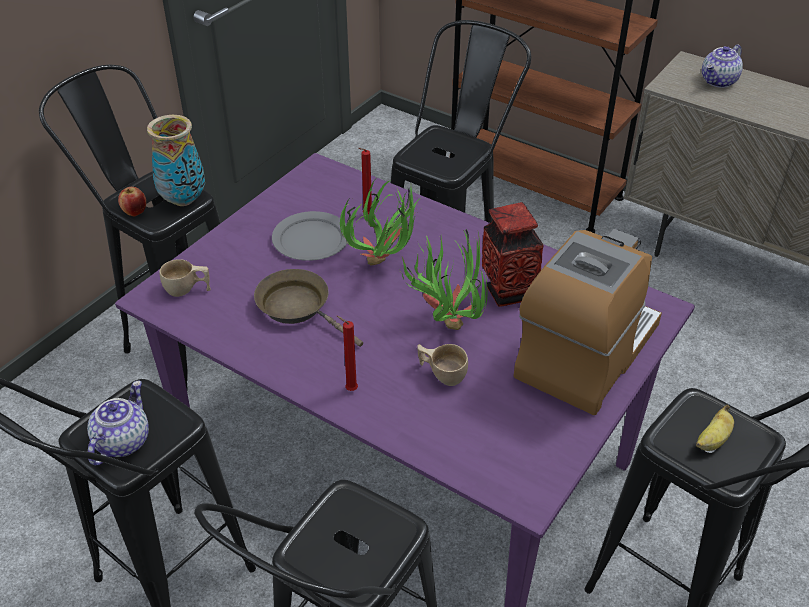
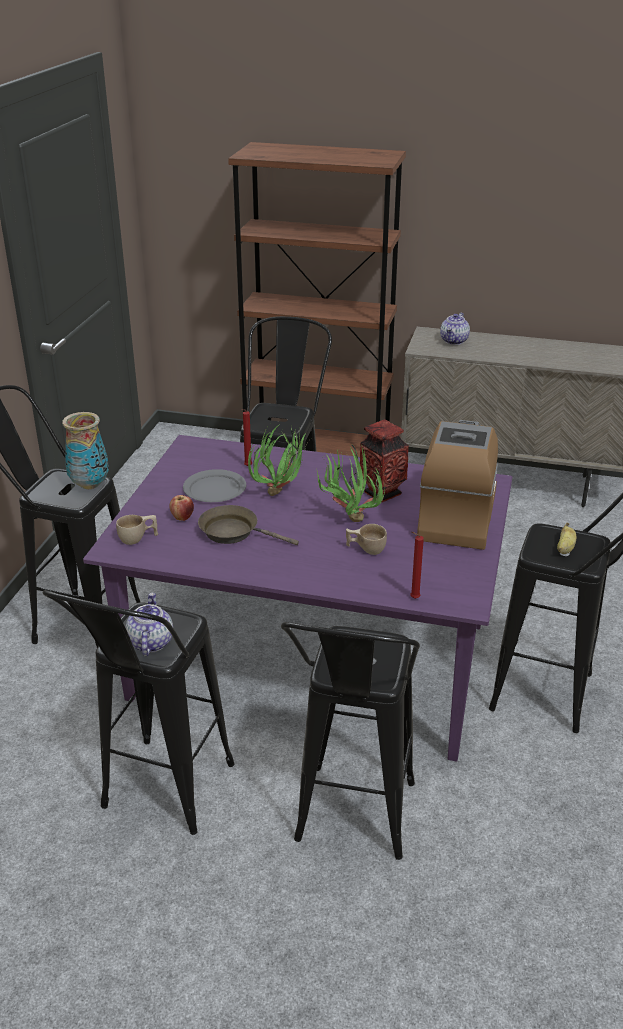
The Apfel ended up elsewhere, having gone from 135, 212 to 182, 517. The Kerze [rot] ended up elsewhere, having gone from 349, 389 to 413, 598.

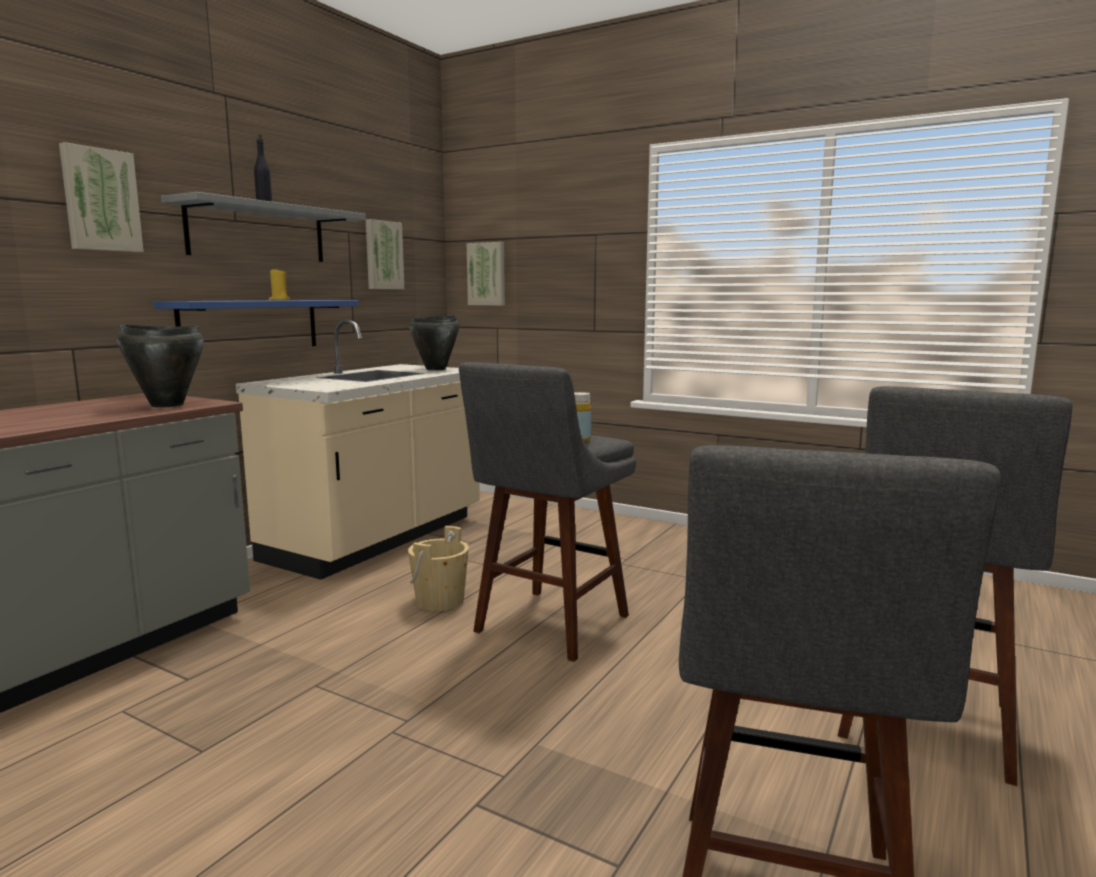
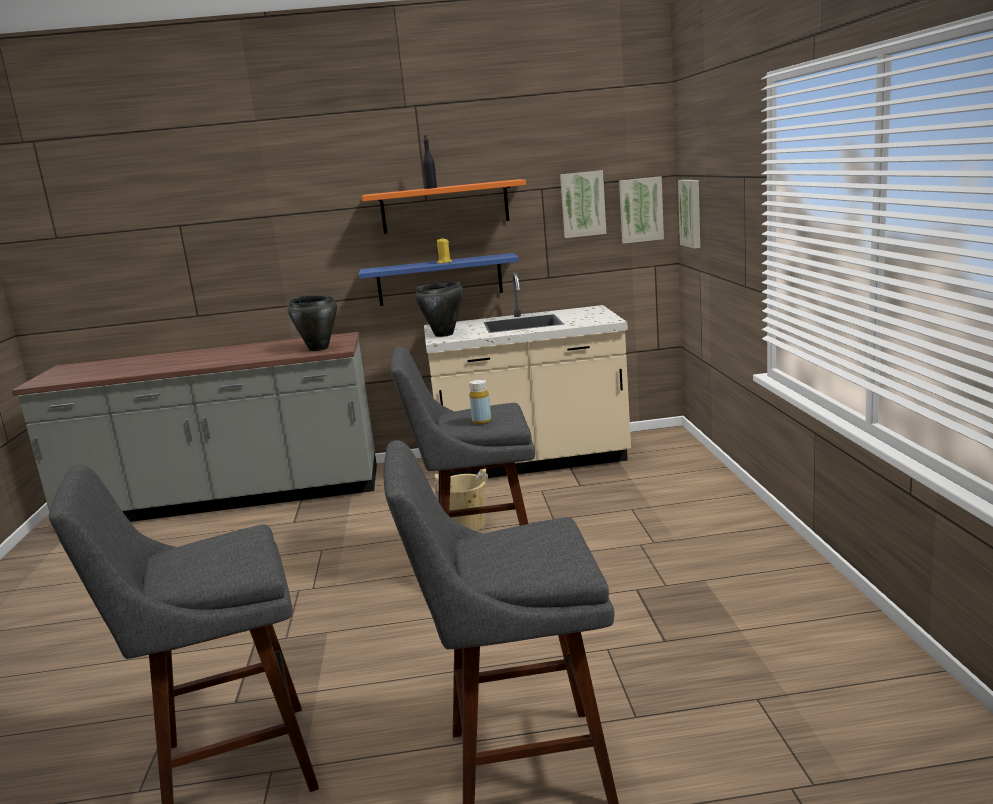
The Bild ended up elsewhere, having gone from 100, 200 to 640, 210. The Kochtopf [schwarz] ended up elsewhere, having gone from 436, 369 to 444, 334. What was the Wandregal [grau] at 258, 233 turned into the Wandregal [orange] at 444, 207.

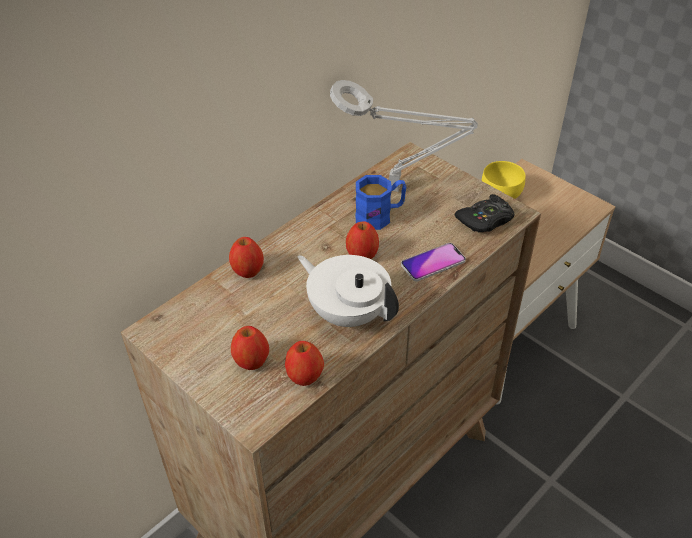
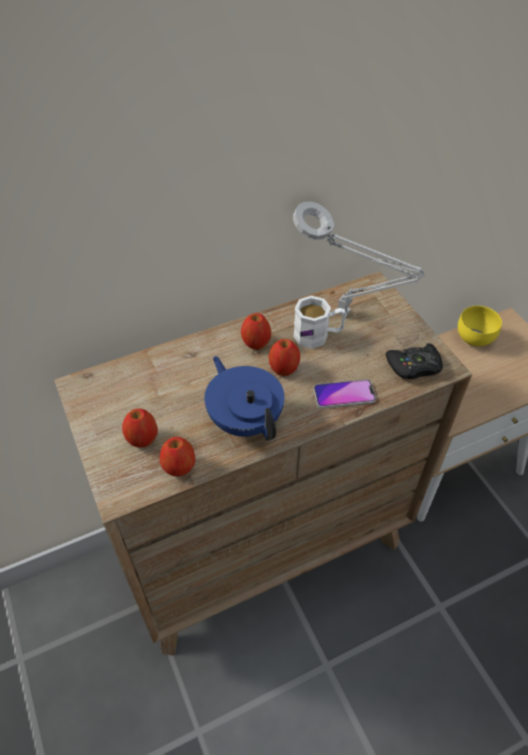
The Apfel ended up elsewhere, having gone from 248, 271 to 256, 343. What was the Teekanne [weiß] at 348, 312 turned into the Teekanne [blau] at 245, 419. What was the Henkelbecher [blau] at 380, 215 turned into the Henkelbecher [weiß] at 318, 335.

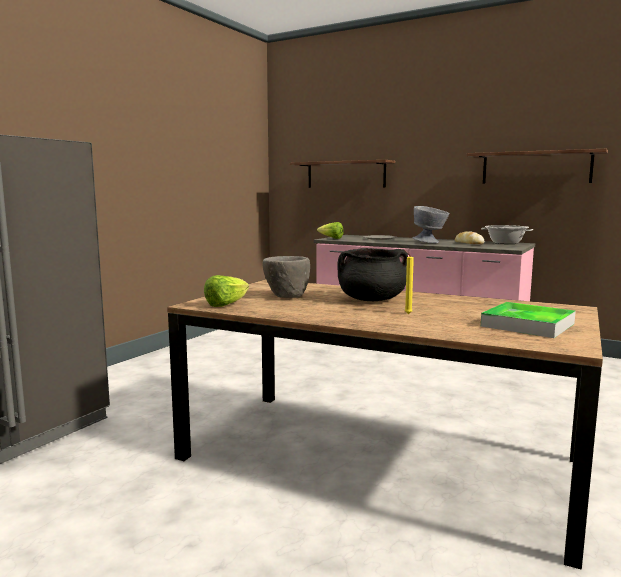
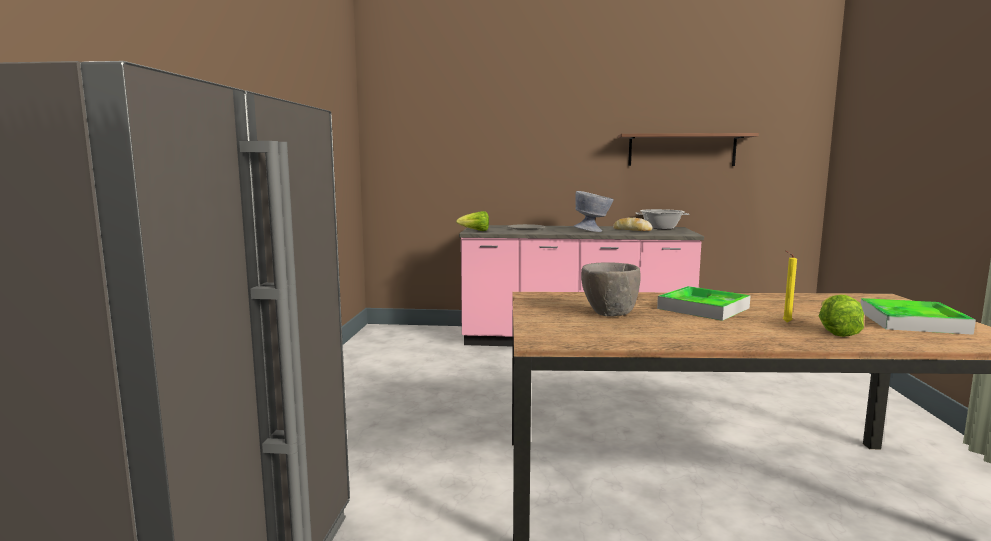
The second view lost the Wandregal at 345, 174. The Salatkopf ended up elsewhere, having gone from 226, 305 to 835, 331. Where the Kochtopf [schwarz] stood at 372, 300, the Tablett came to stand at 703, 308.

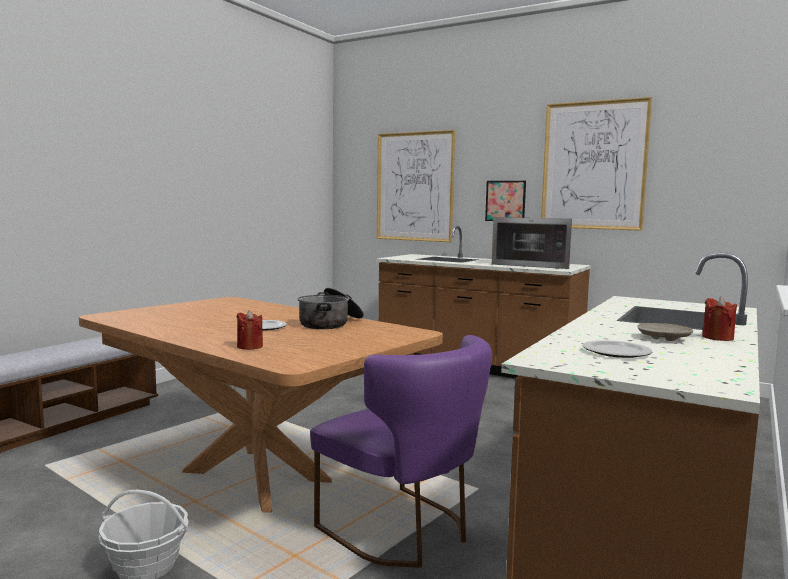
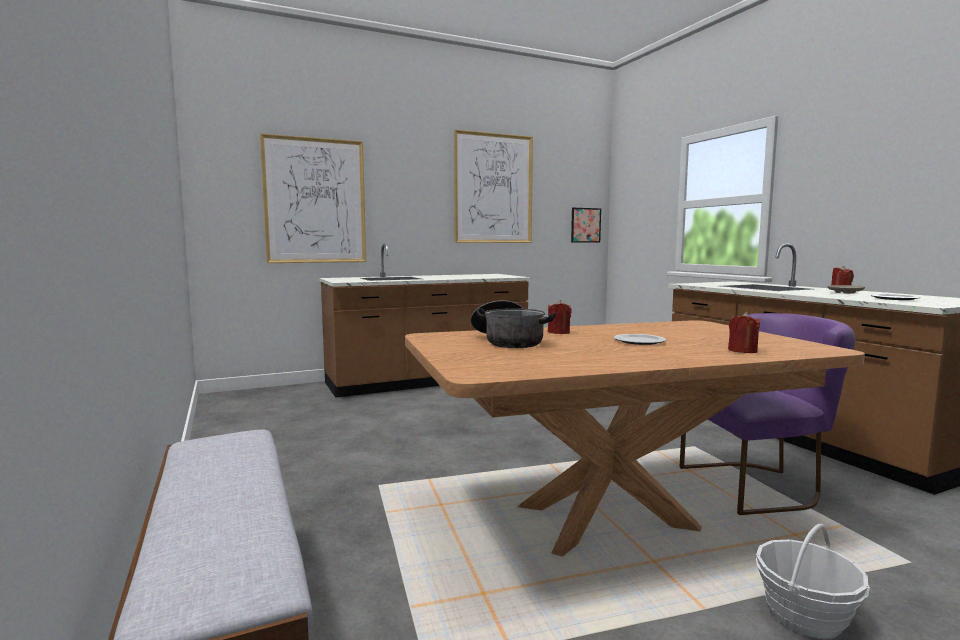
The second view lost the Mikrowelle at 534, 265. The second view gained the Kerze [rot] at 558, 332. The Kochtopf ended up elsewhere, having gone from 331, 323 to 508, 341. The Bild ended up elsewhere, having gone from 505, 201 to 585, 225.

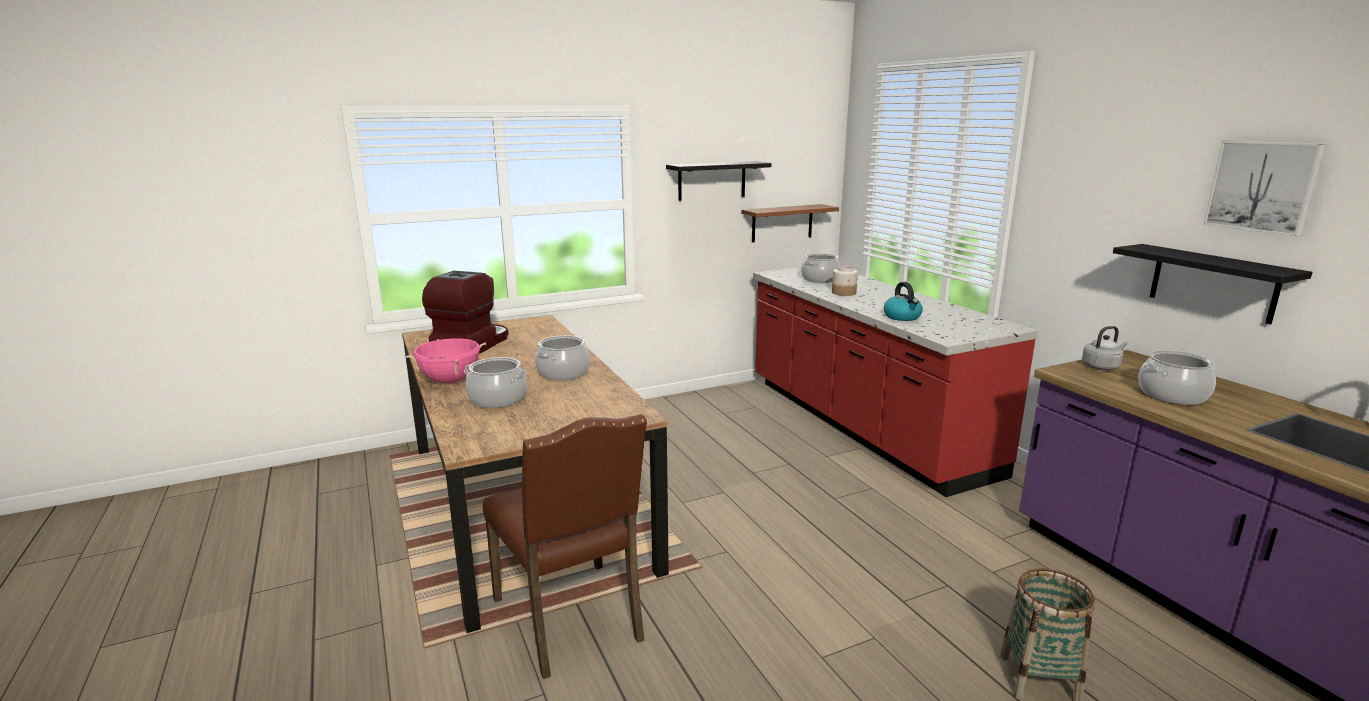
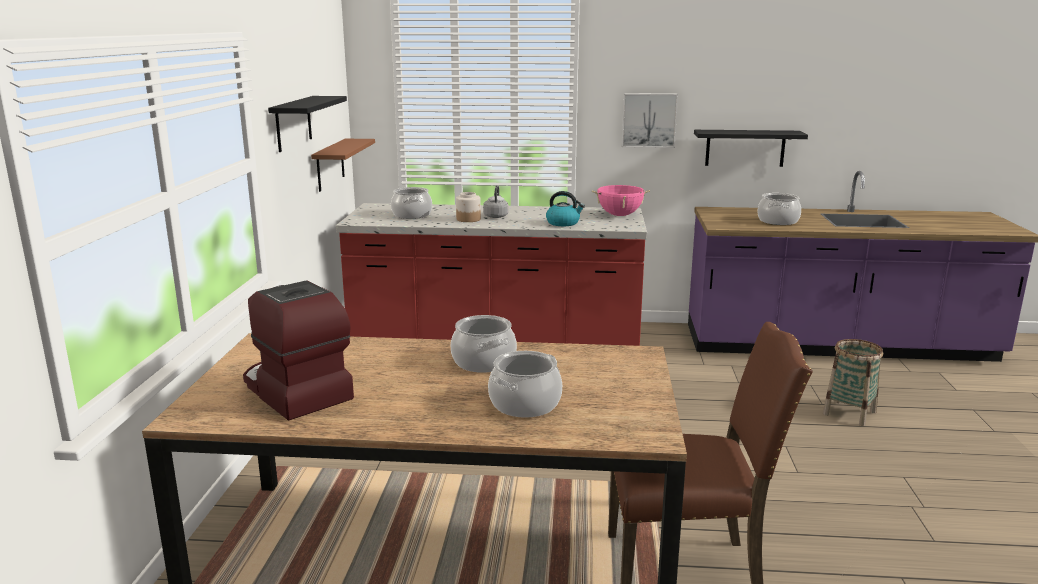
The Kochtopf [rosa] ended up elsewhere, having gone from 450, 381 to 620, 215. The Wasserkessel [grau] ended up elsewhere, having gone from 1102, 367 to 496, 216. The Bild ended up elsewhere, having gone from 1264, 186 to 649, 120.

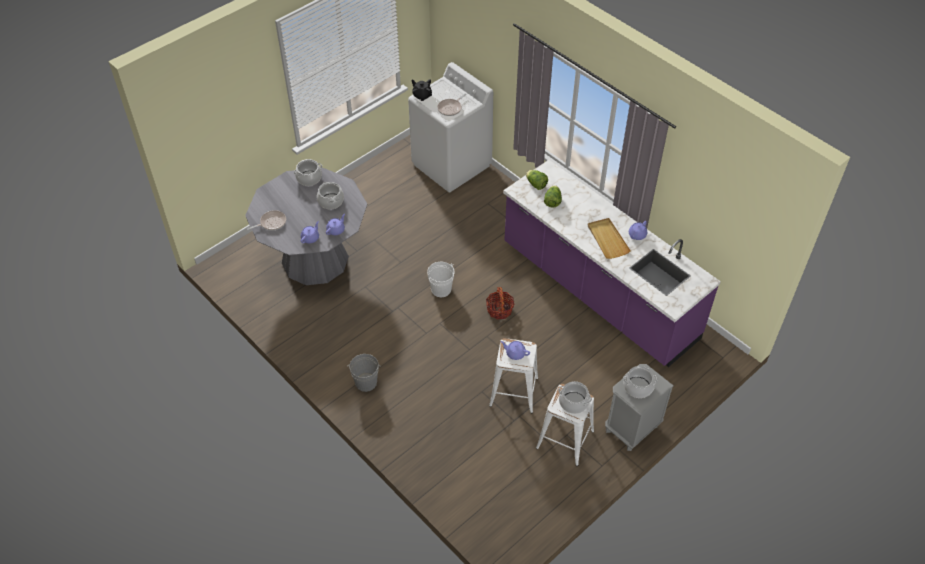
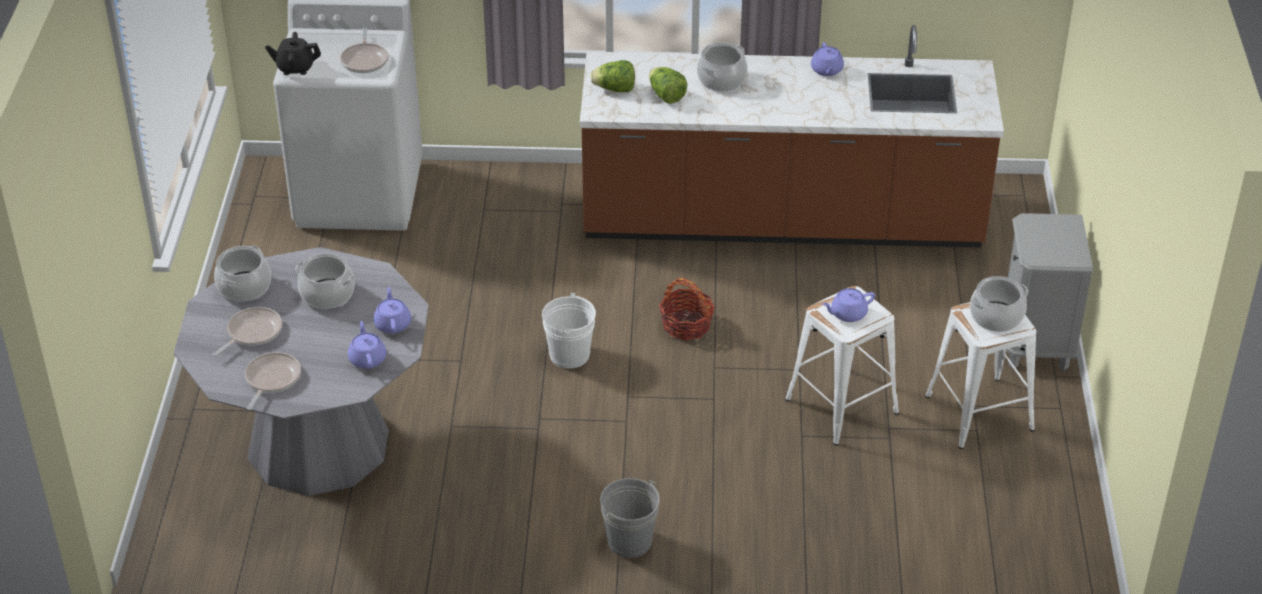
The second view lost the Tablett [beige] at 607, 239. The second view gained the Pfanne at 252, 333. The Kochtopf ended up elsewhere, having gone from 638, 387 to 721, 79. What was the Küchenzeile [lila] at 598, 292 turned into the Küchenzeile [braun] at 782, 221.

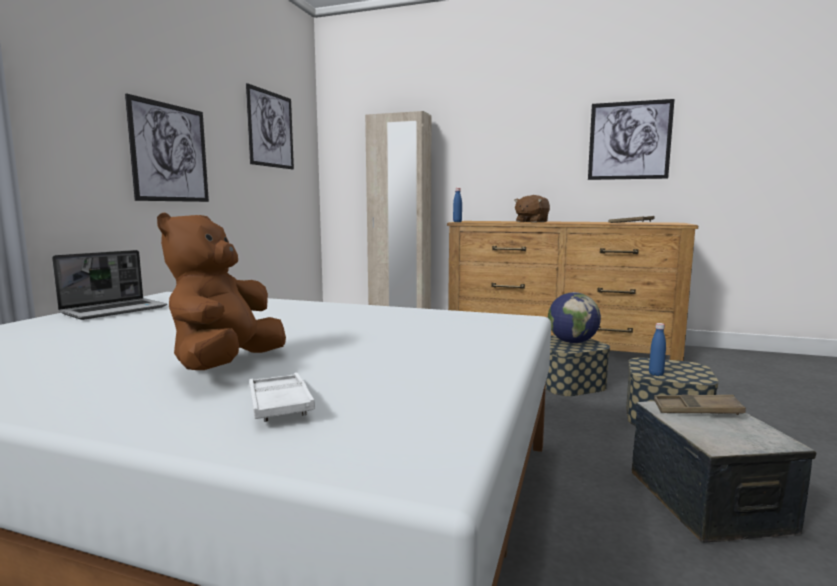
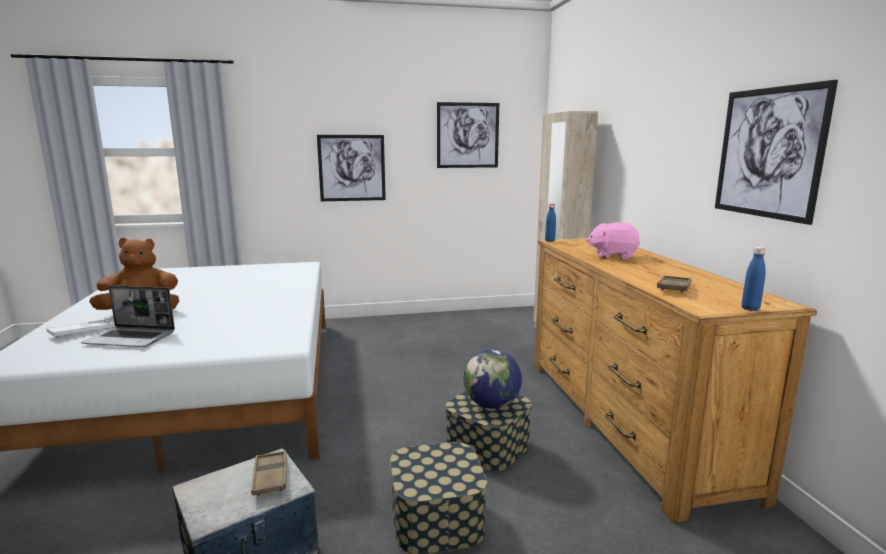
The Laptop ended up elsewhere, having gone from 115, 310 to 131, 338. The Flasche [blau] ended up elsewhere, having gone from 656, 374 to 750, 309. What was the Plüschtier [braun] at 531, 222 turned into the Plüschtier [rosa] at 613, 256.

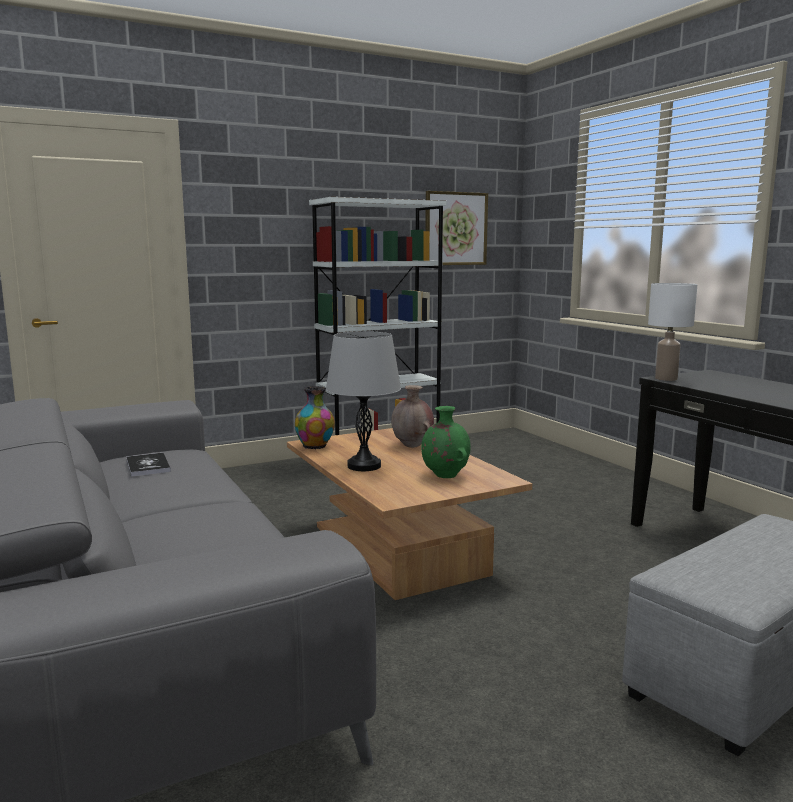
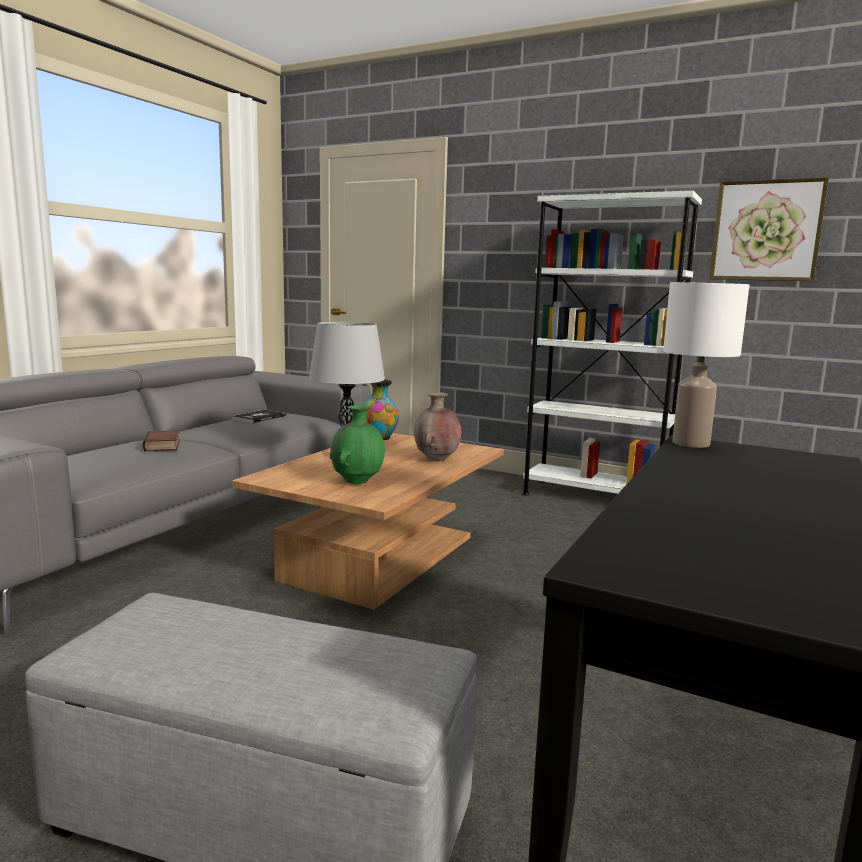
The second view gained the Buch at 163, 445.

